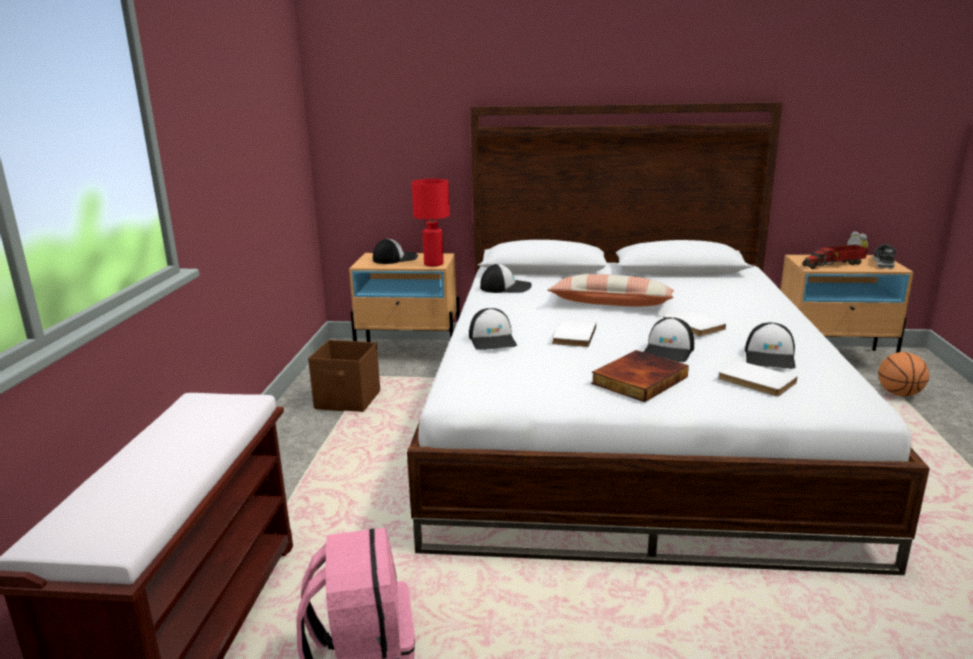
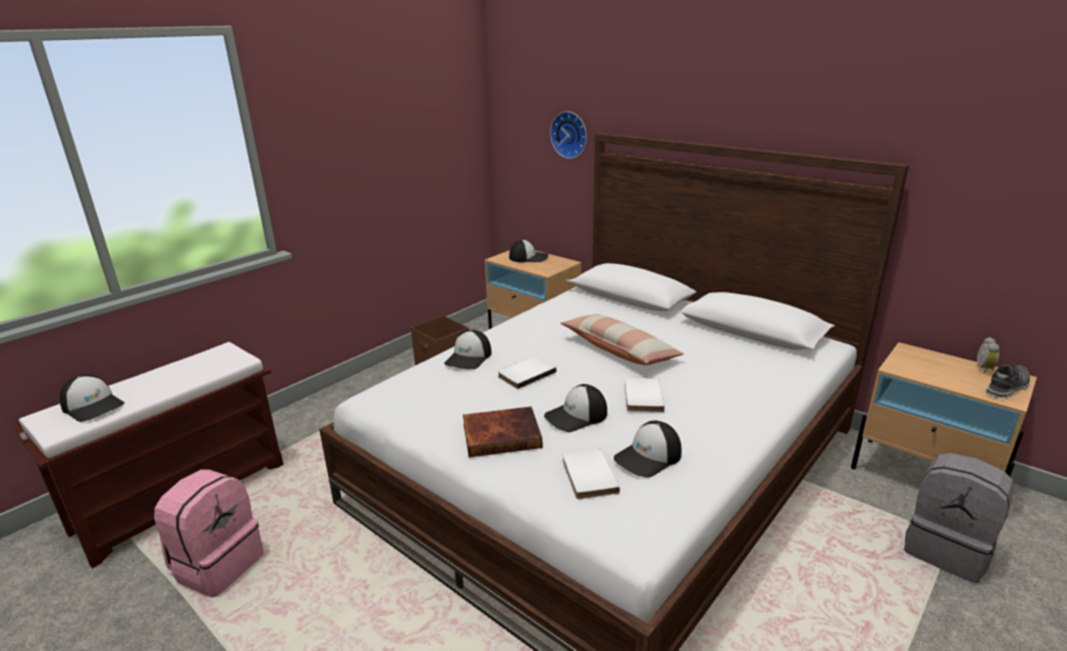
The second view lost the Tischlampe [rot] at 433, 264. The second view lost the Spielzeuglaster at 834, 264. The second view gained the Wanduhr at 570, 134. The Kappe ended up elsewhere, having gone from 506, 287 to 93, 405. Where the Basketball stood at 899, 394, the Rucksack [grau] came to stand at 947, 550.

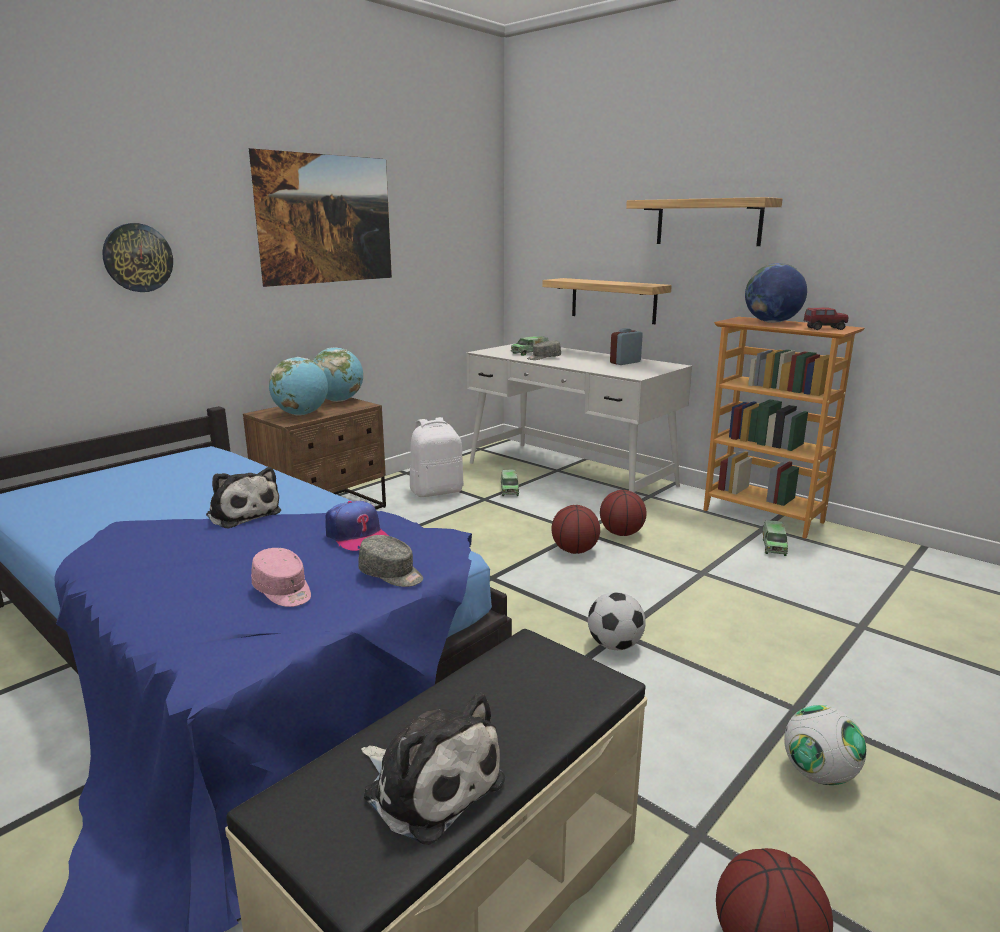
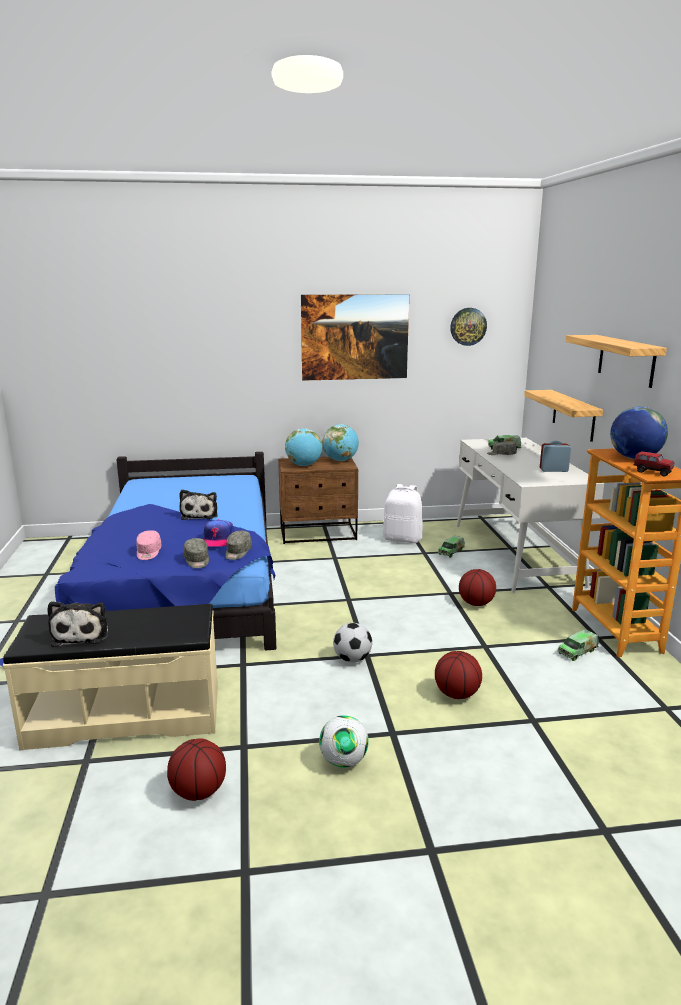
The second view gained the Kappe [grau] at 237, 552. The Wanduhr ended up elsewhere, having gone from 137, 258 to 468, 326. The Basketball ended up elsewhere, having gone from 574, 551 to 456, 694.

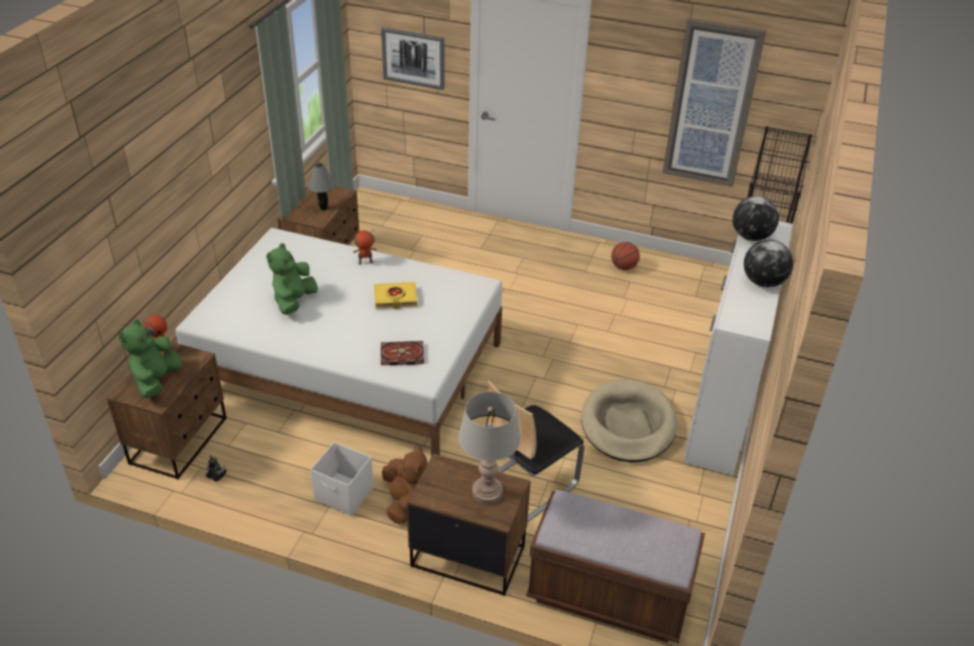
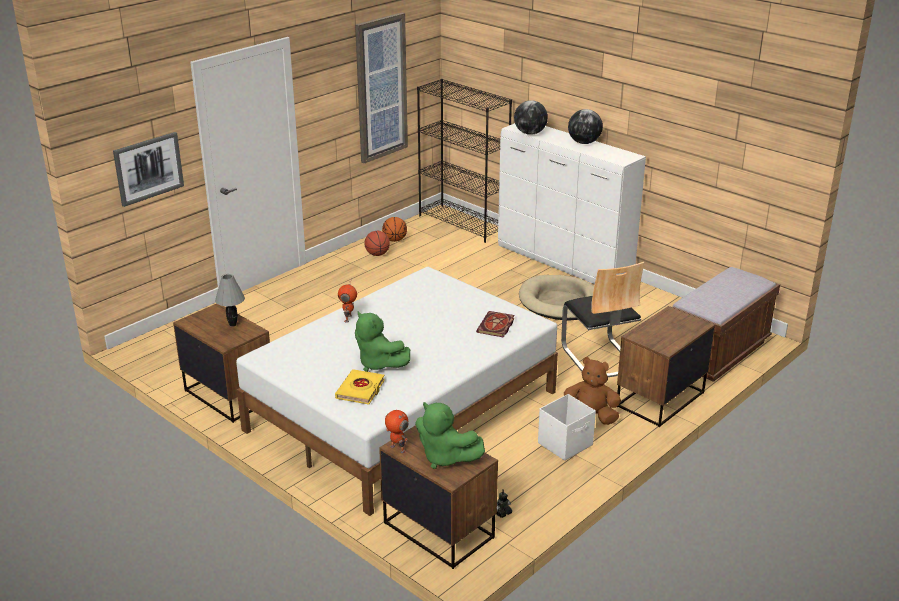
The second view lost the Tischlampe [grau] at 487, 492. The second view gained the Basketball at 395, 240. The Buch [gelb] ended up elsewhere, having gone from 395, 298 to 360, 390.

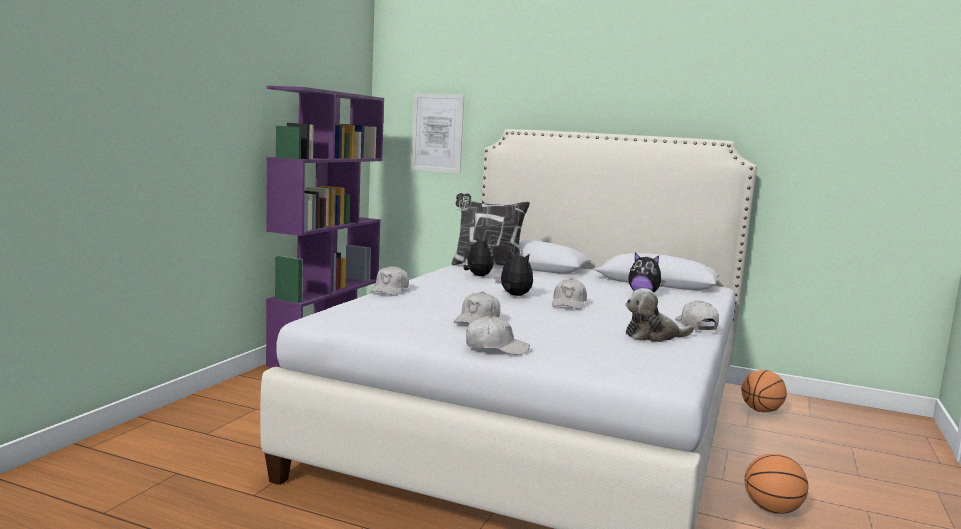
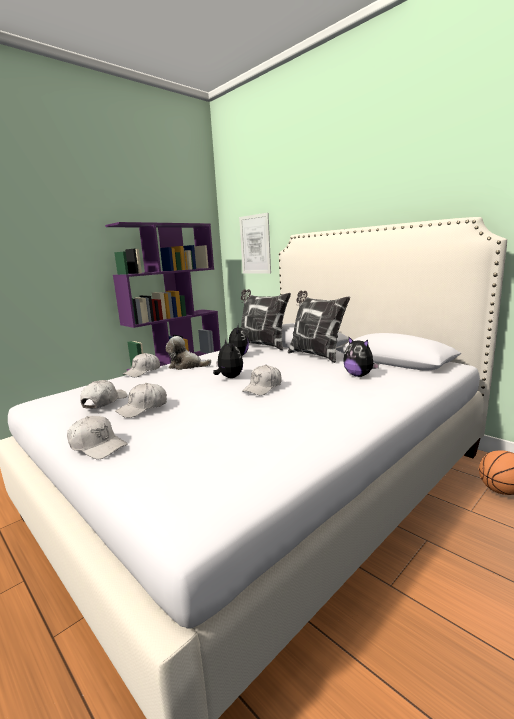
The second view lost the Basketball at 772, 510. The second view gained the Kissen at 316, 355. The Plüschtier ended up elsewhere, having gone from 653, 336 to 186, 366. The Kappe [weiß] ended up elsewhere, having gone from 696, 325 to 104, 402.

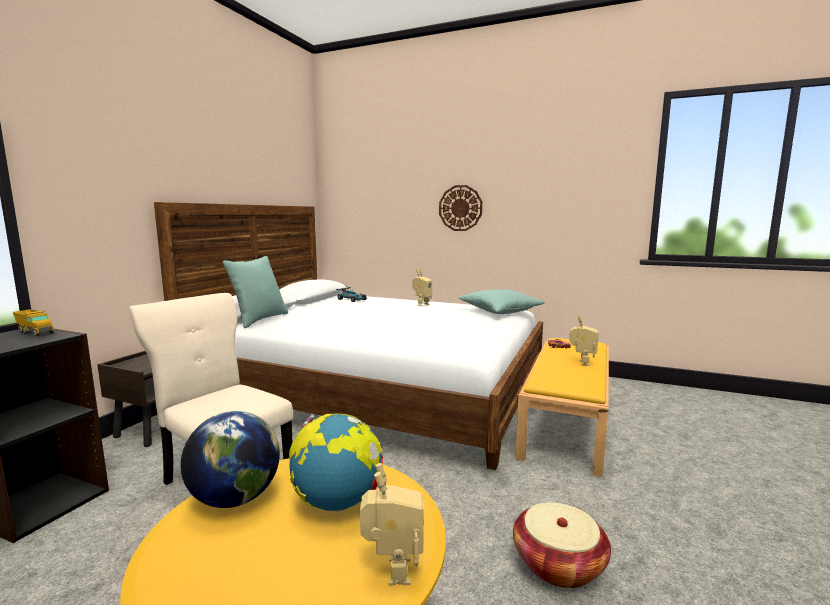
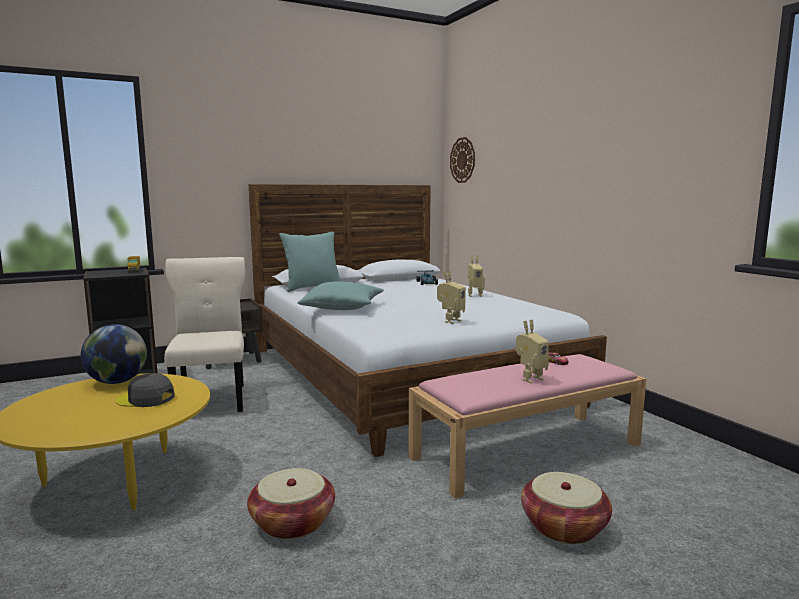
The second view gained the Korb at 564, 527. The Spielzeugroboter ended up elsewhere, having gone from 392, 571 to 450, 321. The Wanduhr ended up elsewhere, having gone from 460, 208 to 462, 160. The Kissen [türkis] ended up elsewhere, having gone from 499, 312 to 343, 308. Where the Globus stood at 338, 503, the Kappe [grau] came to stand at 145, 399. What was the Bank [gelb] at 566, 421 turned into the Bank [rosa] at 527, 450.

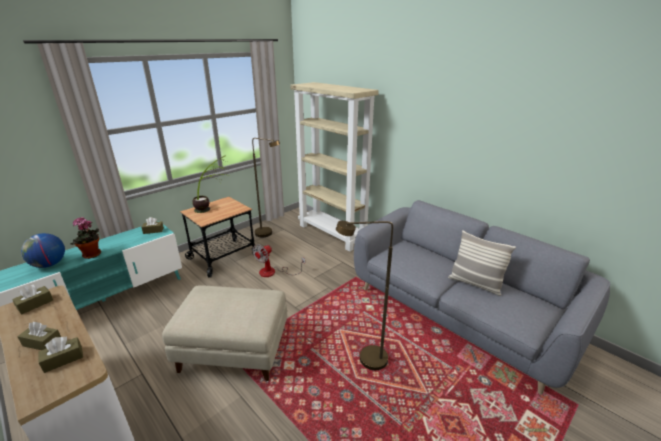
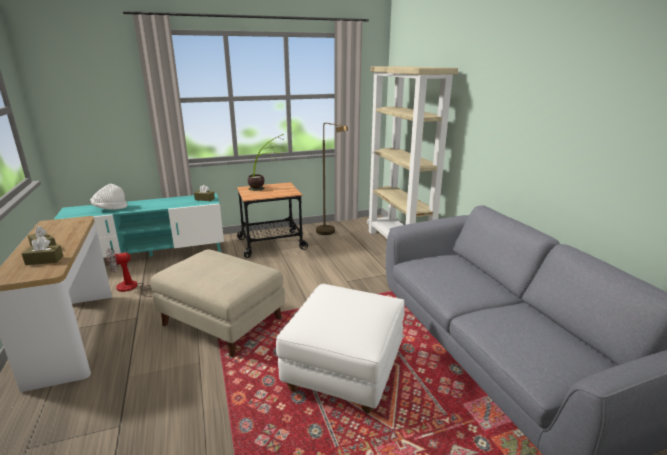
The second view lost the Taschentuchbox [braun] at 35, 304. The second view lost the Topfpflanze at 92, 255. The second view lost the Kissen at 475, 283. The Ventilator ended up elsewhere, having gone from 273, 272 to 132, 288. Where the Globus stood at 49, 265, the Hut [weiß] came to stand at 110, 208. Where the Stehlampe [braun] stood at 365, 360, the Polsterhocker [weiß] came to stand at 344, 372.

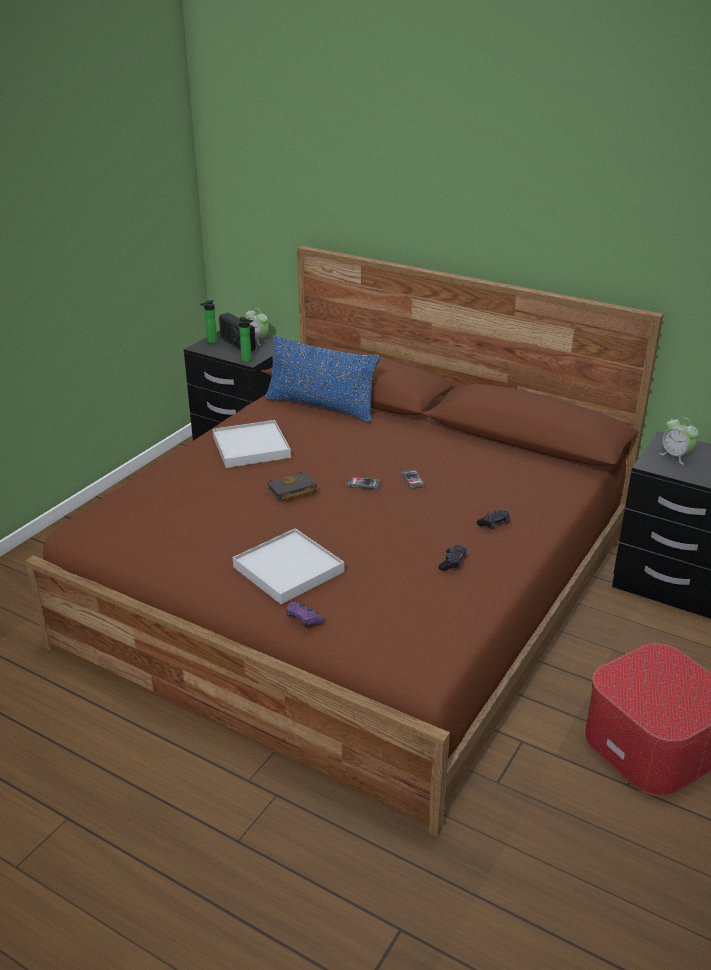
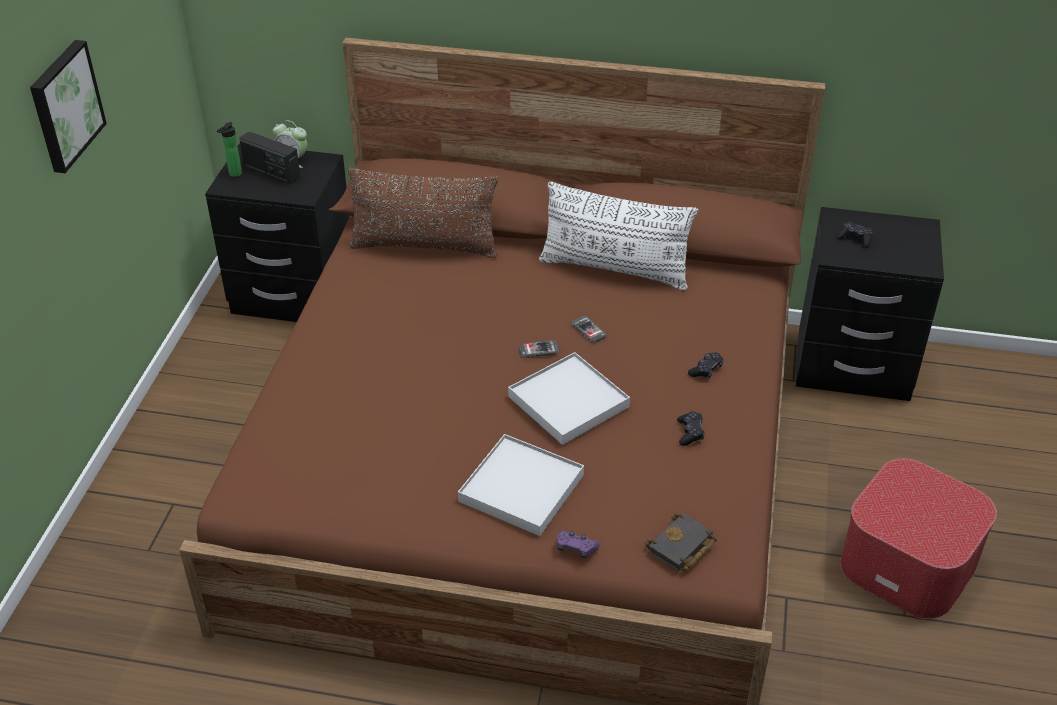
The second view lost the Flasche at 247, 360. The second view gained the Bild at 64, 105. The second view gained the Kissen [weiß] at 614, 269. The Tablett [weiß] ended up elsewhere, having gone from 251, 447 to 568, 402. The Buch [schwarz] ended up elsewhere, having gone from 291, 491 to 681, 548. Where the Wecker stood at 675, 456, the Gamepad [schwarz] came to stand at 855, 239. What was the Kissen [blau] at 321, 407 turned into the Kissen [braun] at 424, 246.

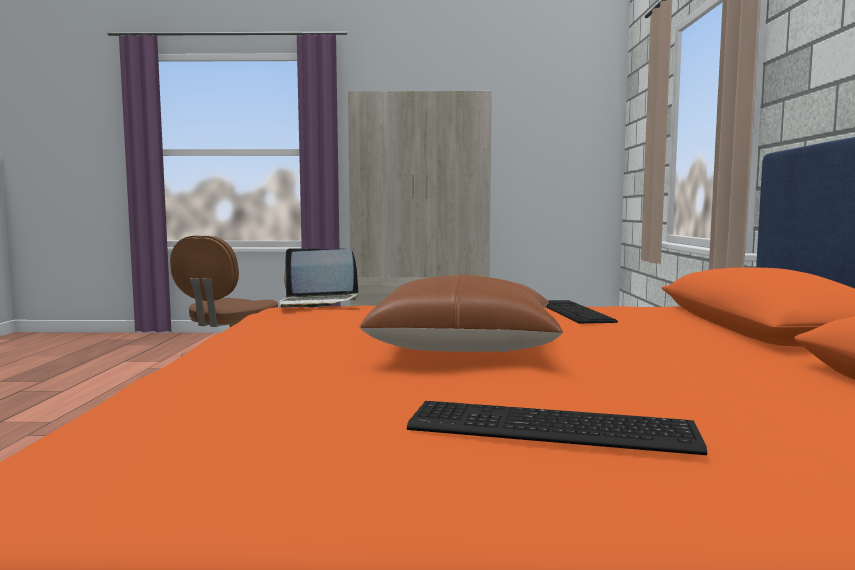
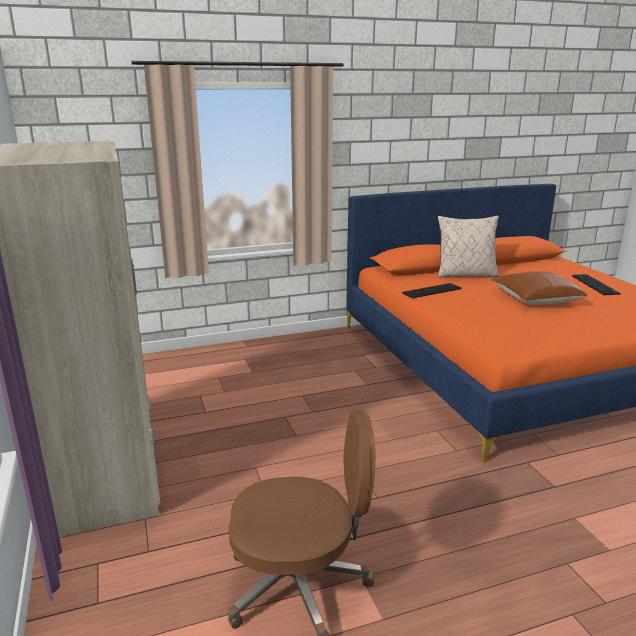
The second view lost the Laptop at 318, 303. The second view gained the Kissen [beige] at 466, 275.

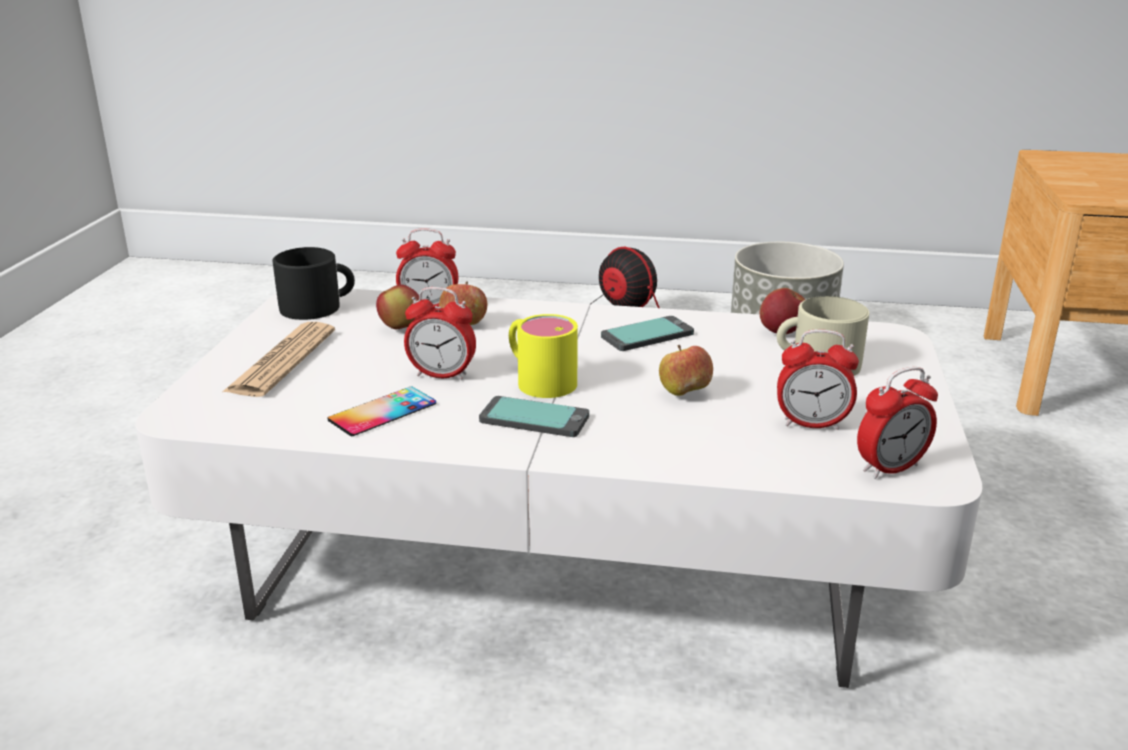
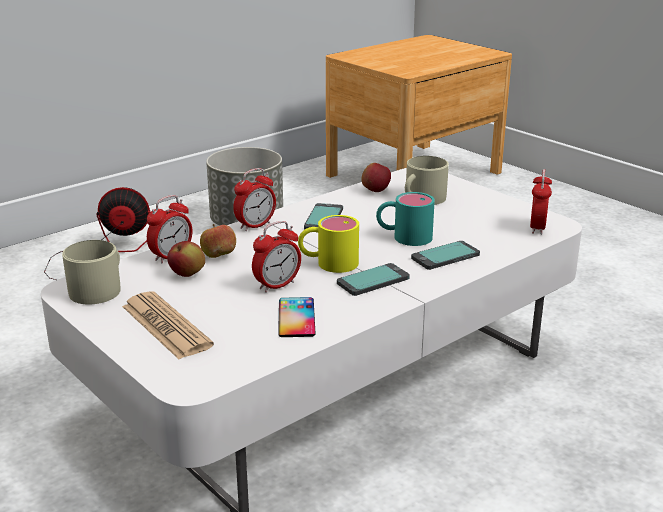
The second view gained the Handy at 445, 257. The Wecker ended up elsewhere, having gone from 812, 424 to 255, 225. Where the Apfel stood at 684, 393, the Henkelbecher [türkis] came to stand at 404, 237. What was the Henkelbecher [schwarz] at 318, 307 turned into the Henkelbecher [beige] at 99, 289.

